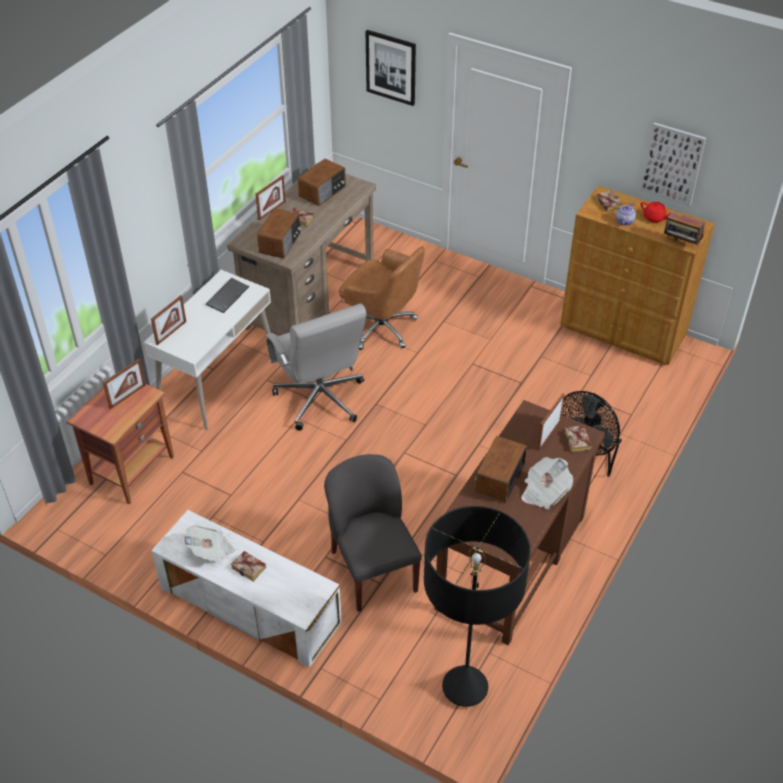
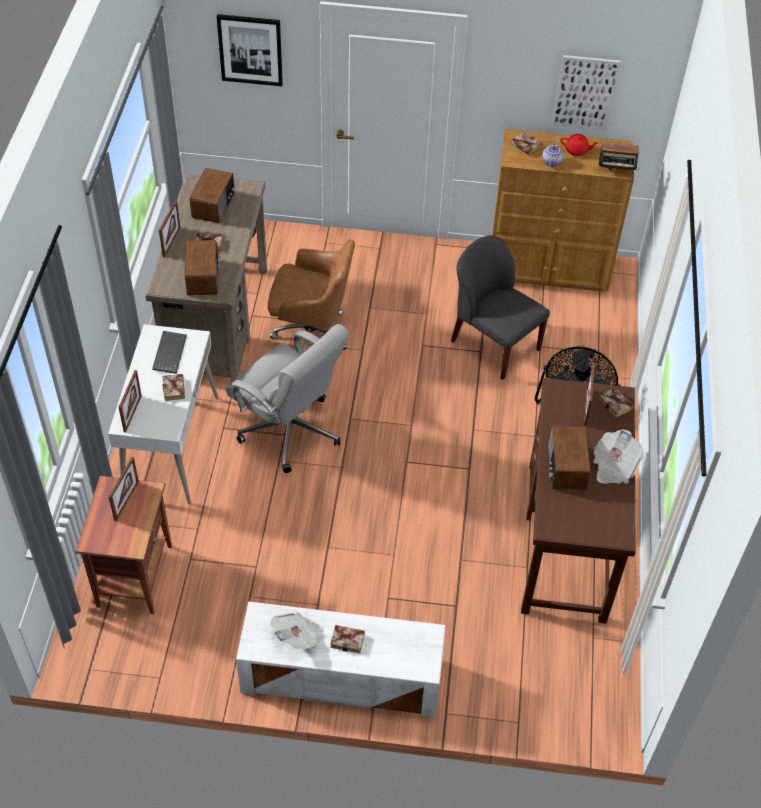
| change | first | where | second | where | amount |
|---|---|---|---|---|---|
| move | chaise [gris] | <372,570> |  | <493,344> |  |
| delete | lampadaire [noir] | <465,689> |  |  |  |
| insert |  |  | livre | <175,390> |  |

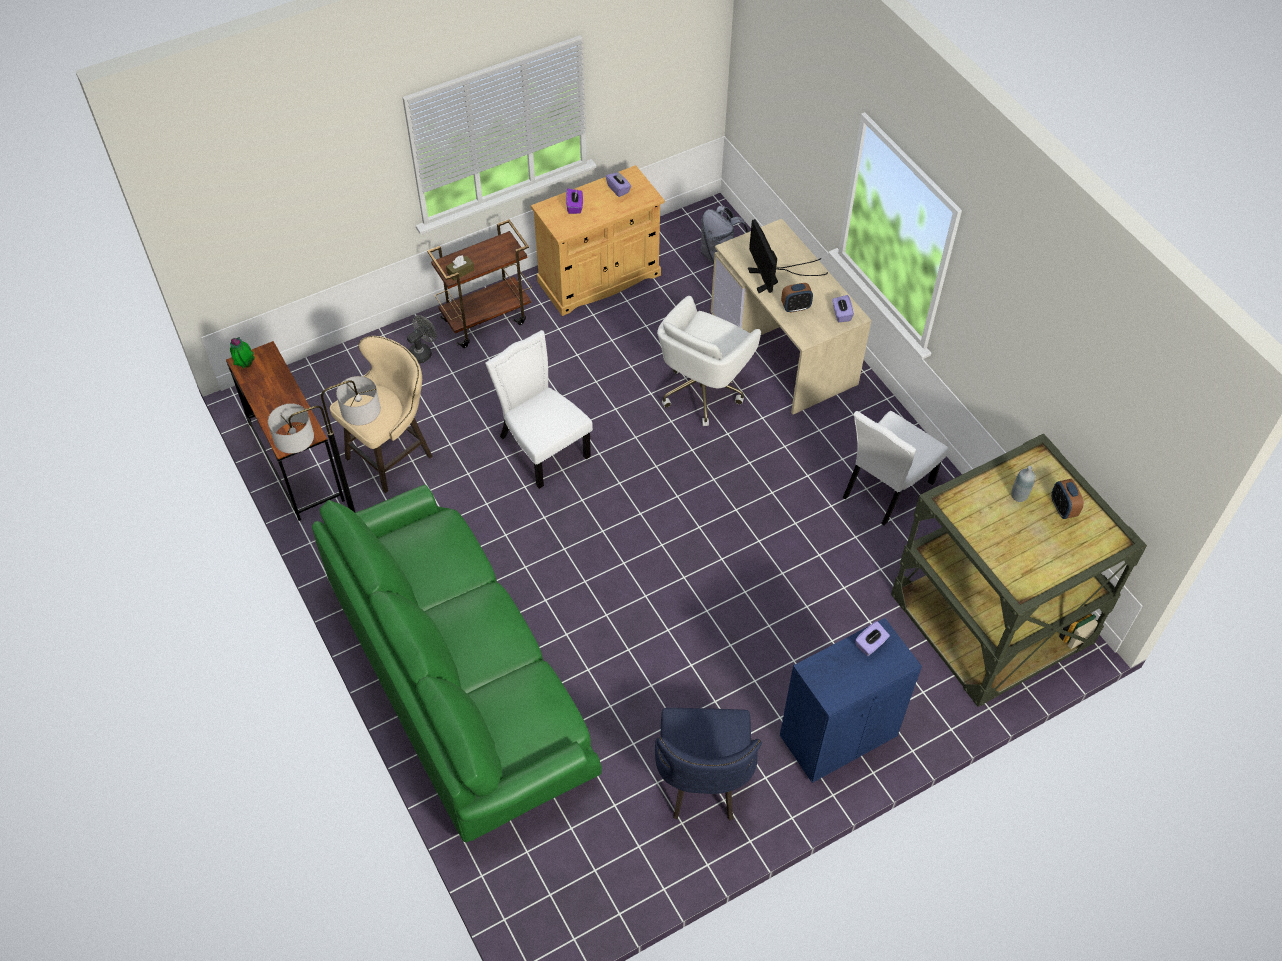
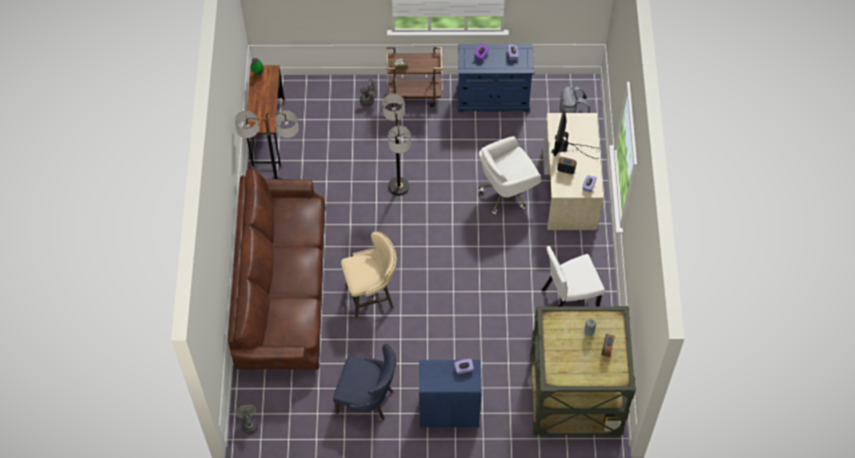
| change | first | where | second | where | amount |
|---|---|---|---|---|---|
| recolor | meuble de rangement [beige] | <599,278> | meuble de rangement [bleu] | <493,98> |  |
| replace | chaise [blanc] | <543,450> | lampadaire | <398,186> |  |
| move | tabouret [beige] | <392,455> |  | <372,296> |  |
| recolor | canapé [vert] | <460,681> | canapé [marron] | <282,290> |  |
| rotate | chaise [bleu] | <703,782> |  | <367,399> | 105 degrees counterclockwise |
| insert |  |  | ventilateur [gris] | <249,424> |  |

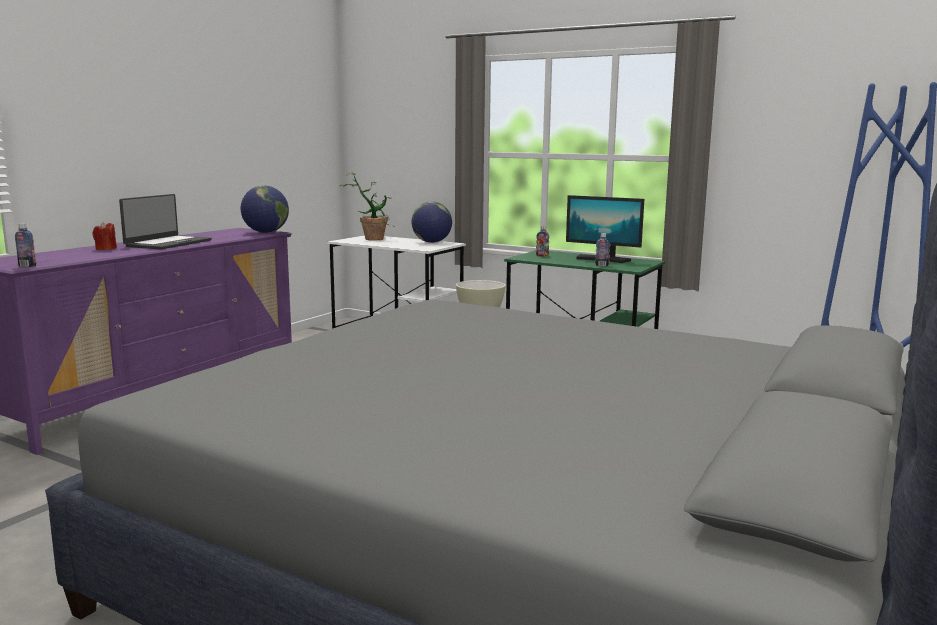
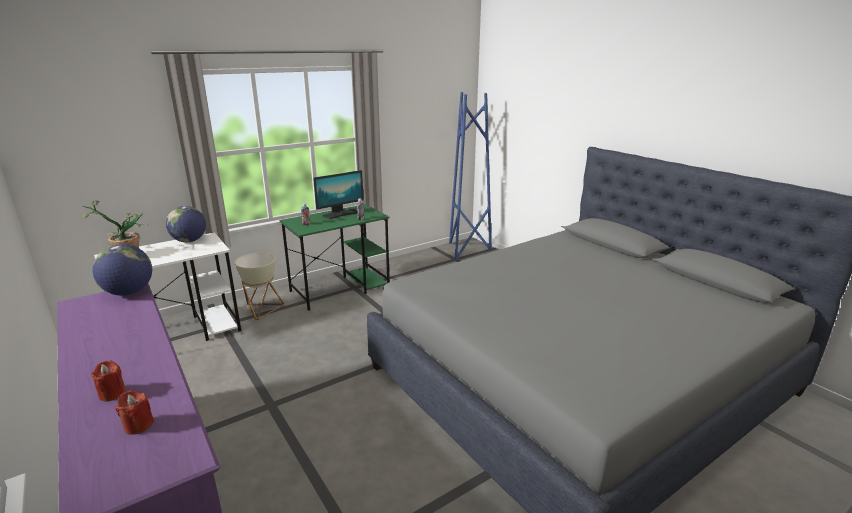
| change | first | where | second | where | amount |
|---|---|---|---|---|---|
| delete | ordinateur portable | <168,243> |  |  |  |
| delete | bouteille | <27,266> |  |  |  |
| insert |  |  | bougie [rouge] | <138,425> |  |

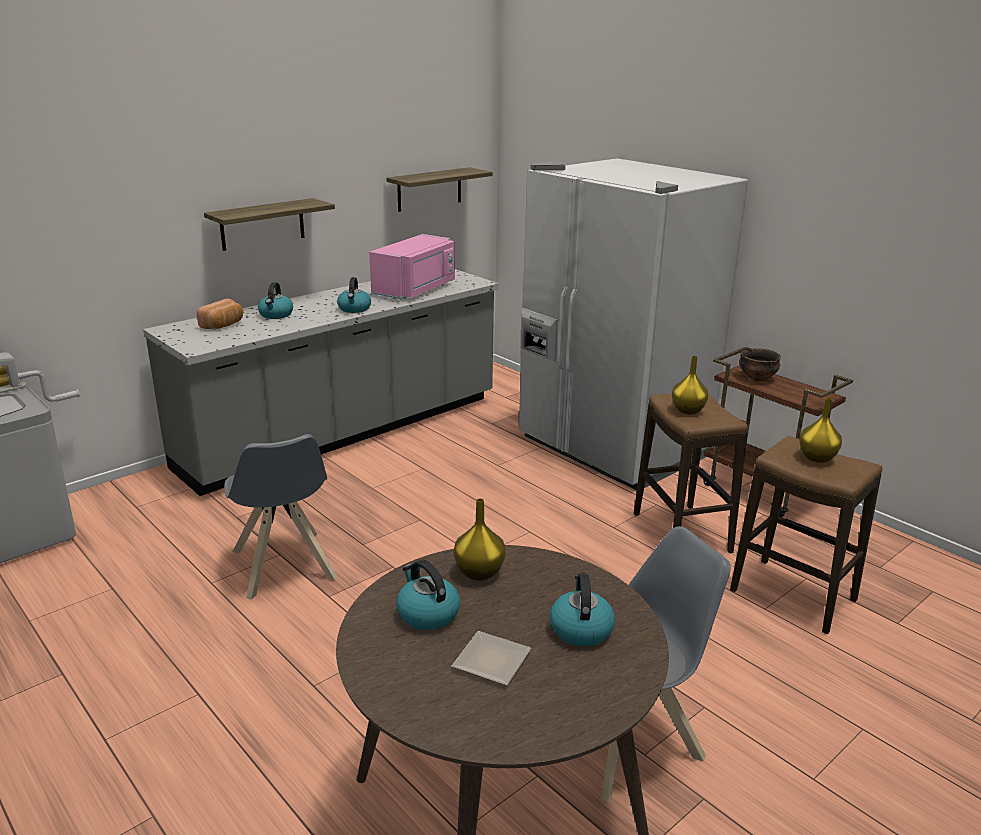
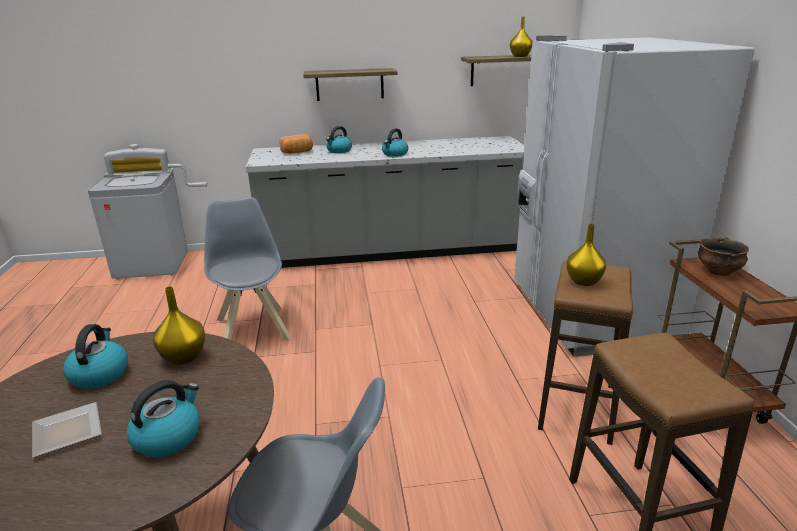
| change | first | where | second | where | amount |
|---|---|---|---|---|---|
| delete | micro-ondes [rose] | <416,289> |  |  |  |
| move | vase [jaune] | <817,457> |  | <520,56> |  |
| rotate | chaise [gris] | <284,567> |  | <253,328> | 150 degrees clockwise |

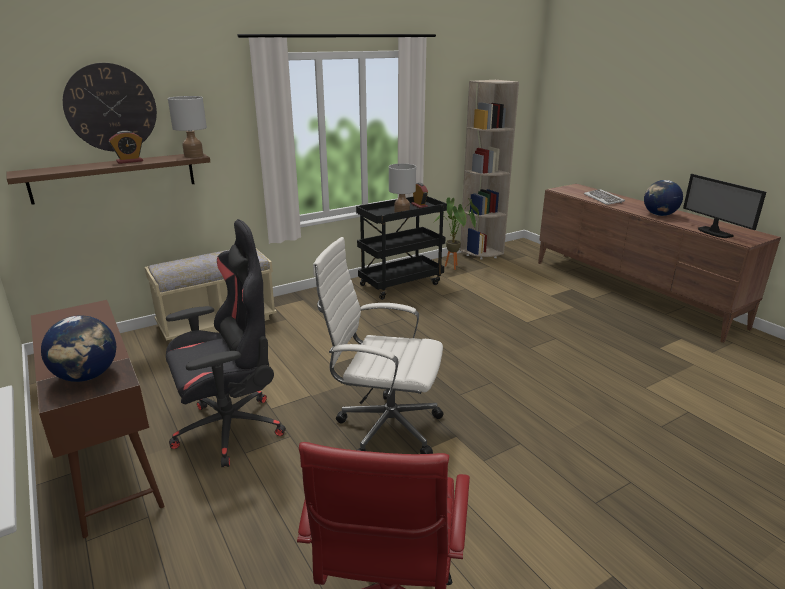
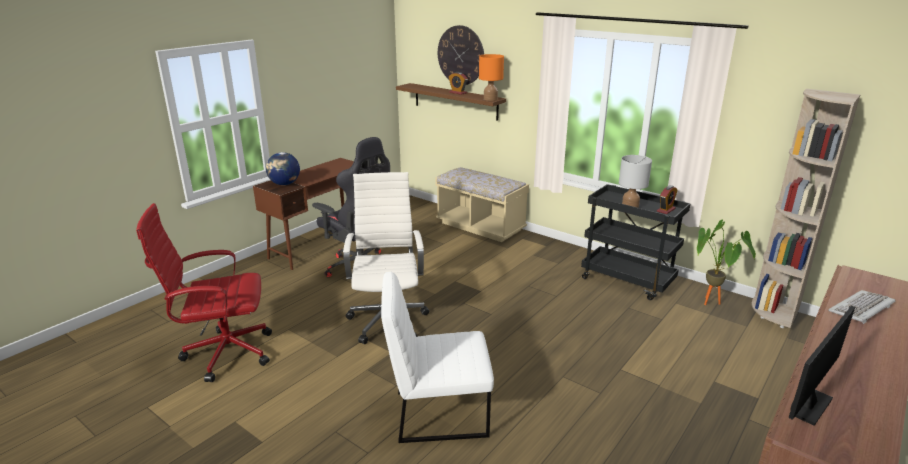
| change | first | where | second | where | amount |
|---|---|---|---|---|---|
| recolor | lampe de table [gris] | <194,156> | lampe de table [orange] | <490,99> |  |
| delete | globe | <659,215> |  |  |  |
| insert |  |  | chaise [blanc] | <438,413> |  |

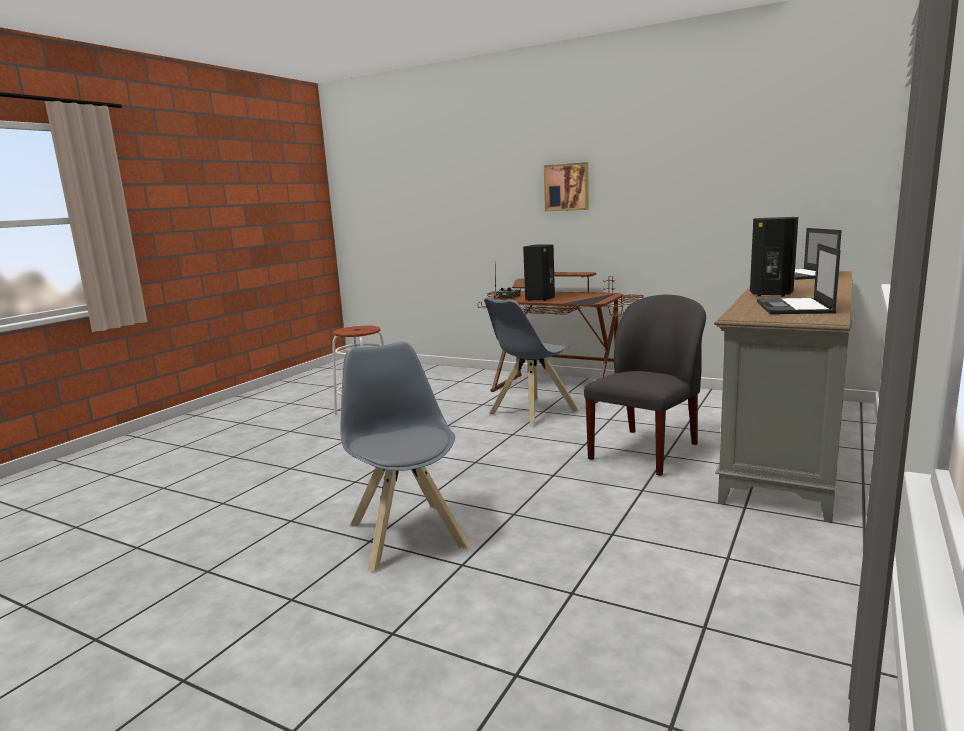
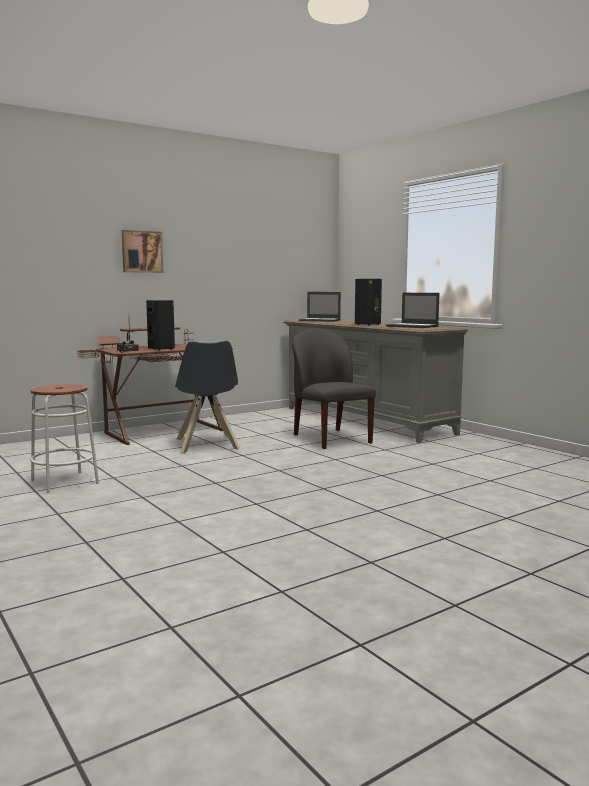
| change | first | where | second | where | amount |
|---|---|---|---|---|---|
| delete | chaise [gris] | <406,533> |  |  |  |

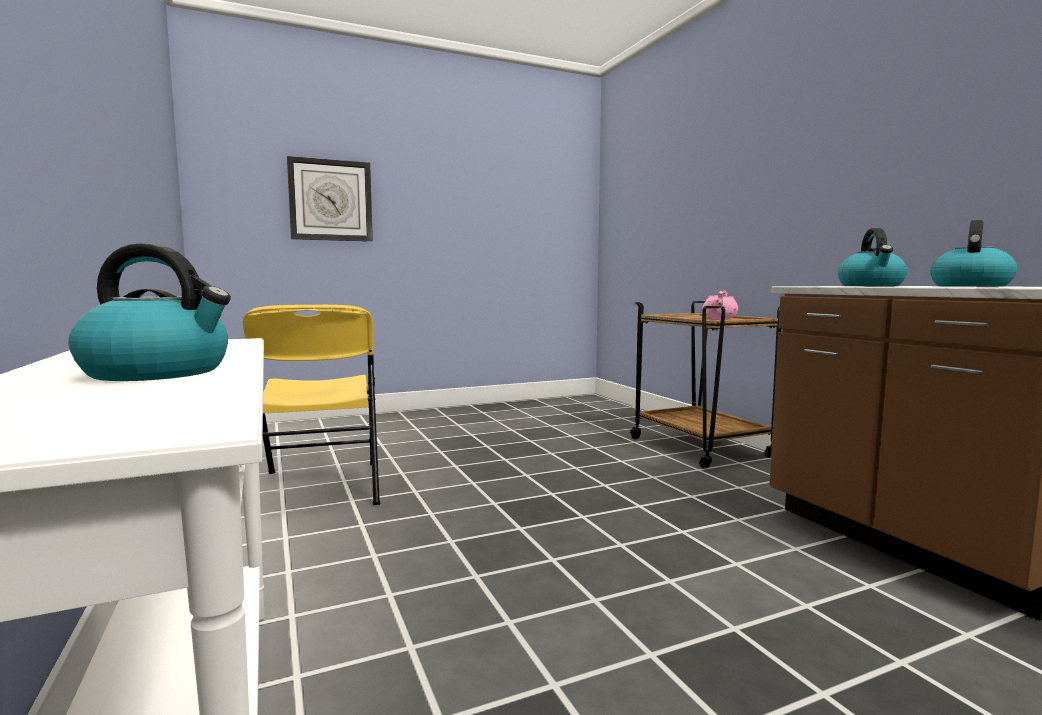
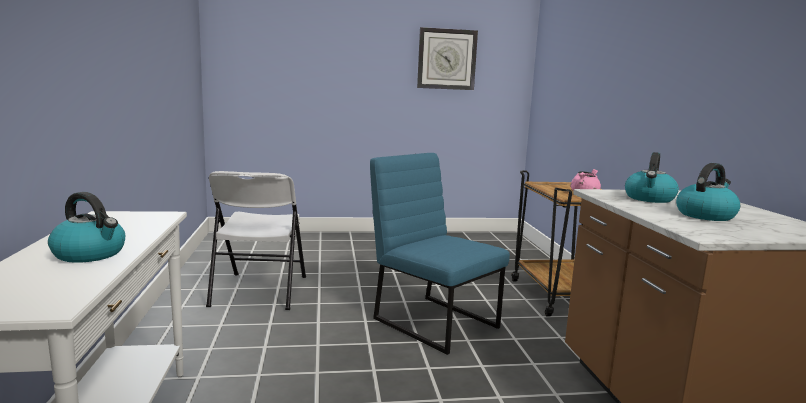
| change | first | where | second | where | amount |
|---|---|---|---|---|---|
| move | horloge murale | <330,200> |  | <446,59> |  |
| recolor | chaise [jaune] | <319,488> | chaise [blanc] | <259,291> |  |
| insert |  |  | chaise [bleu] | <433,321> |  |

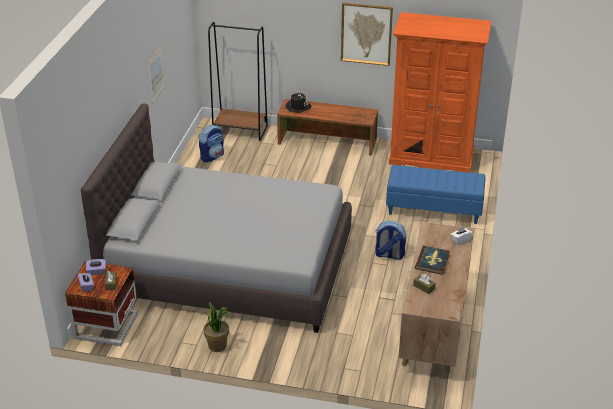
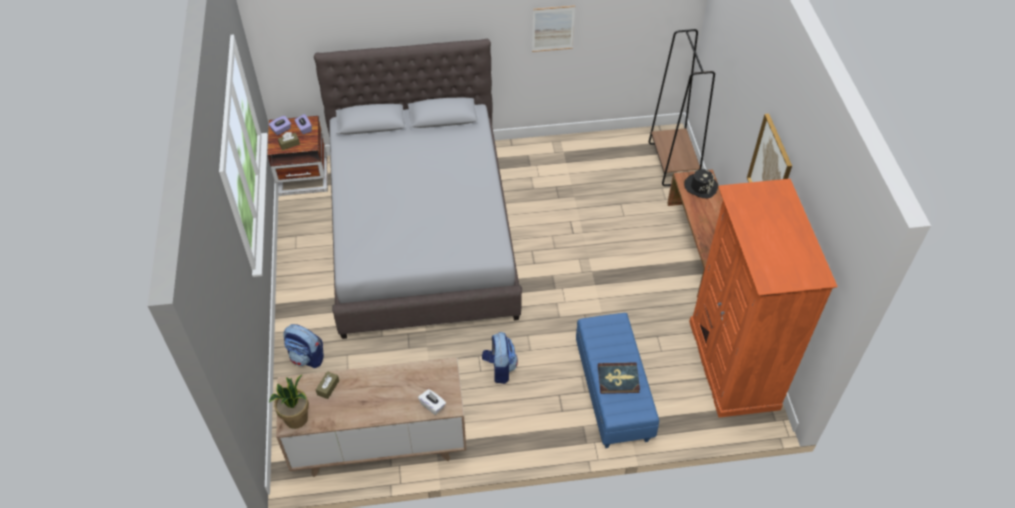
| change | first | where | second | where | amount |
|---|---|---|---|---|---|
| move | sac à dos | <212,156> |  | <307,357> |  |
| move | livre | <432,261> |  | <618,379> |  |
| move | plante en pot | <218,345> |  | <296,419> |  |

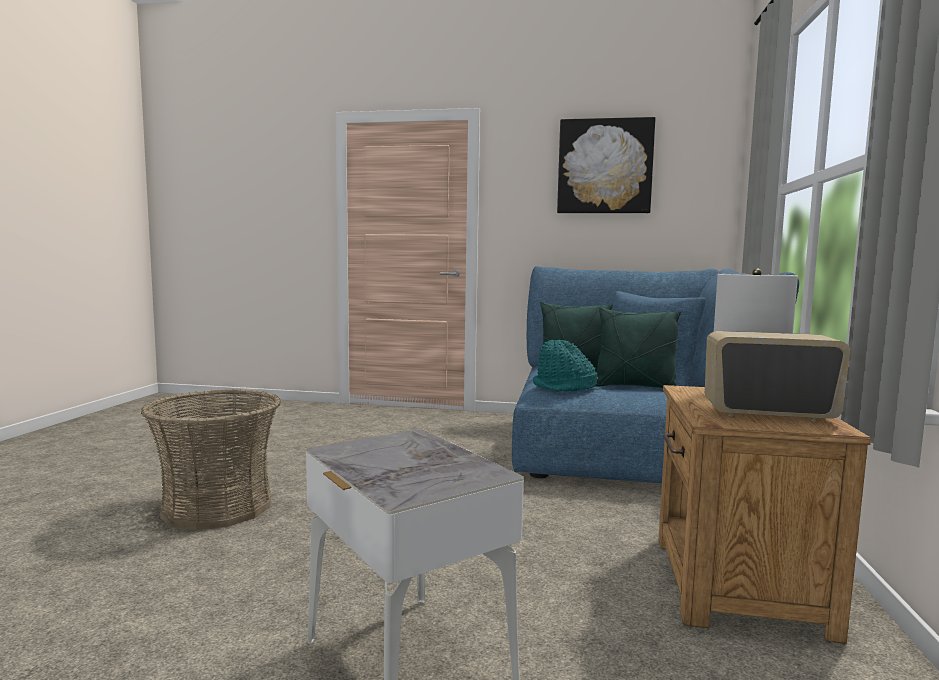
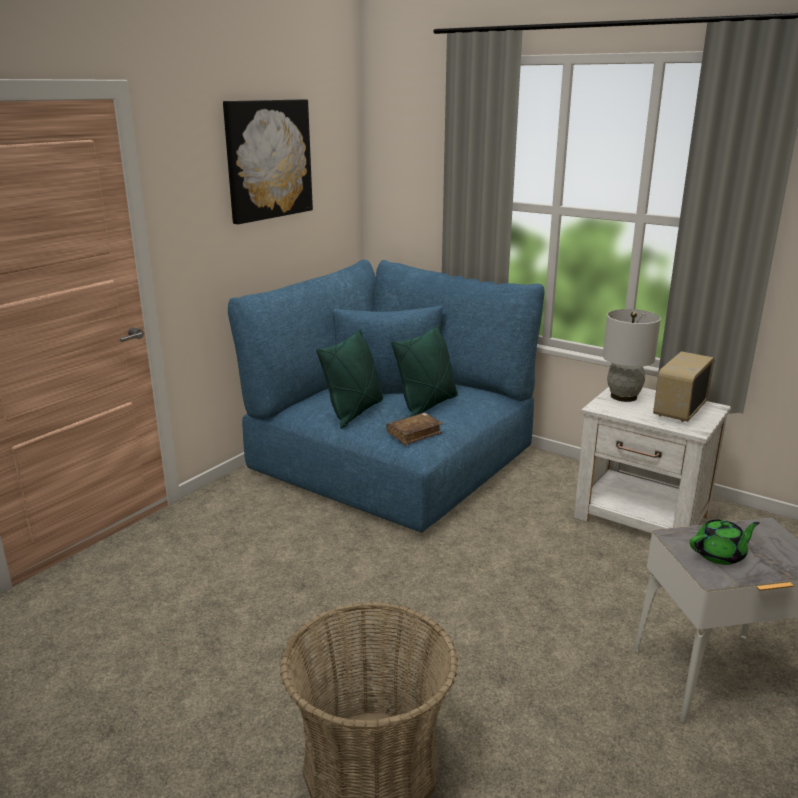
| change | first | where | second | where | amount |
|---|---|---|---|---|---|
| replace | chapeau [turquoise] | <563,387> | livre [marron] | <414,434> |  |
| recolor | table de chevet [marron] | <736,585> | table de chevet [blanc] | <642,517> |  |
| insert |  |  | théière [vert] | <720,555> |  |

